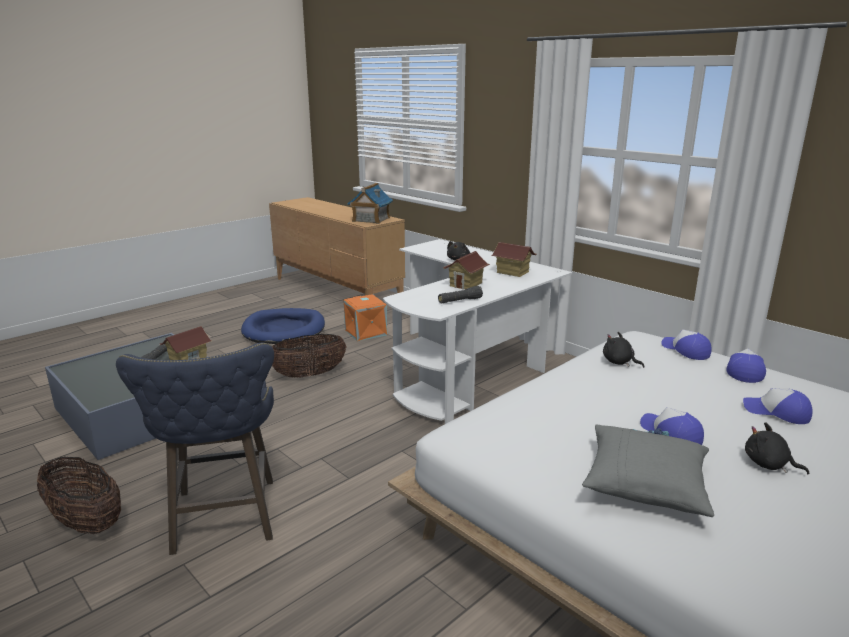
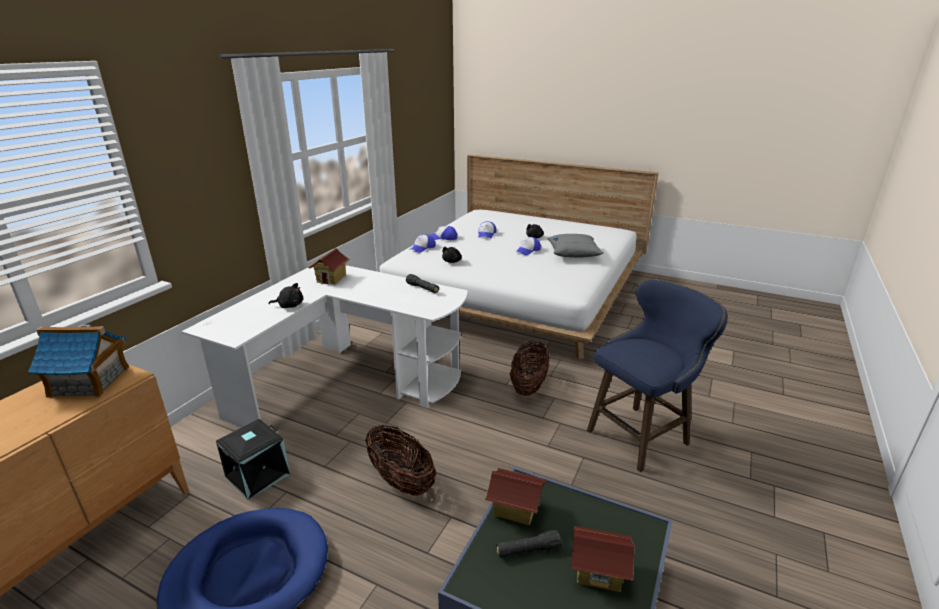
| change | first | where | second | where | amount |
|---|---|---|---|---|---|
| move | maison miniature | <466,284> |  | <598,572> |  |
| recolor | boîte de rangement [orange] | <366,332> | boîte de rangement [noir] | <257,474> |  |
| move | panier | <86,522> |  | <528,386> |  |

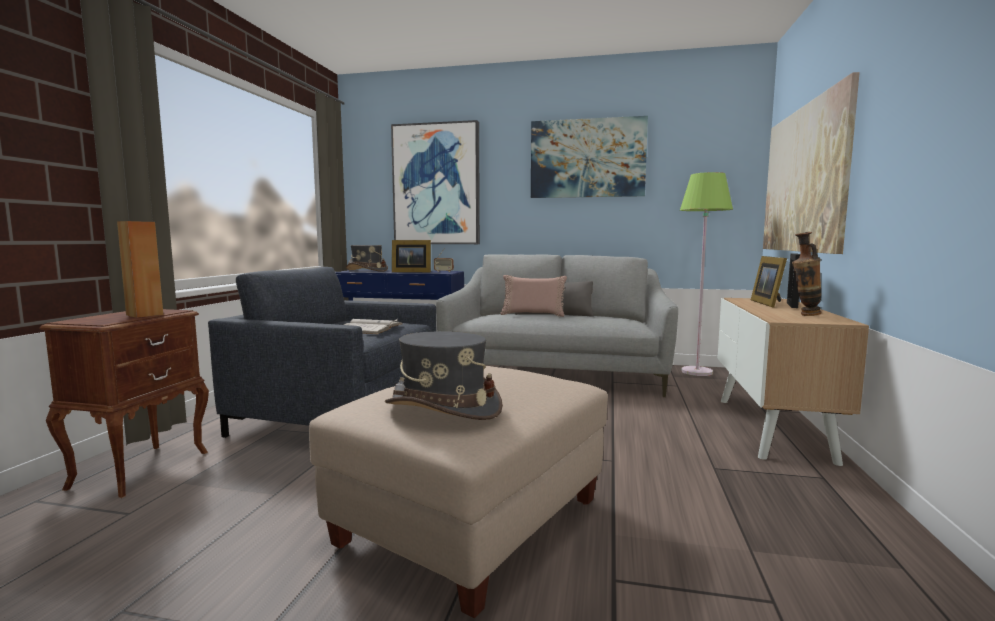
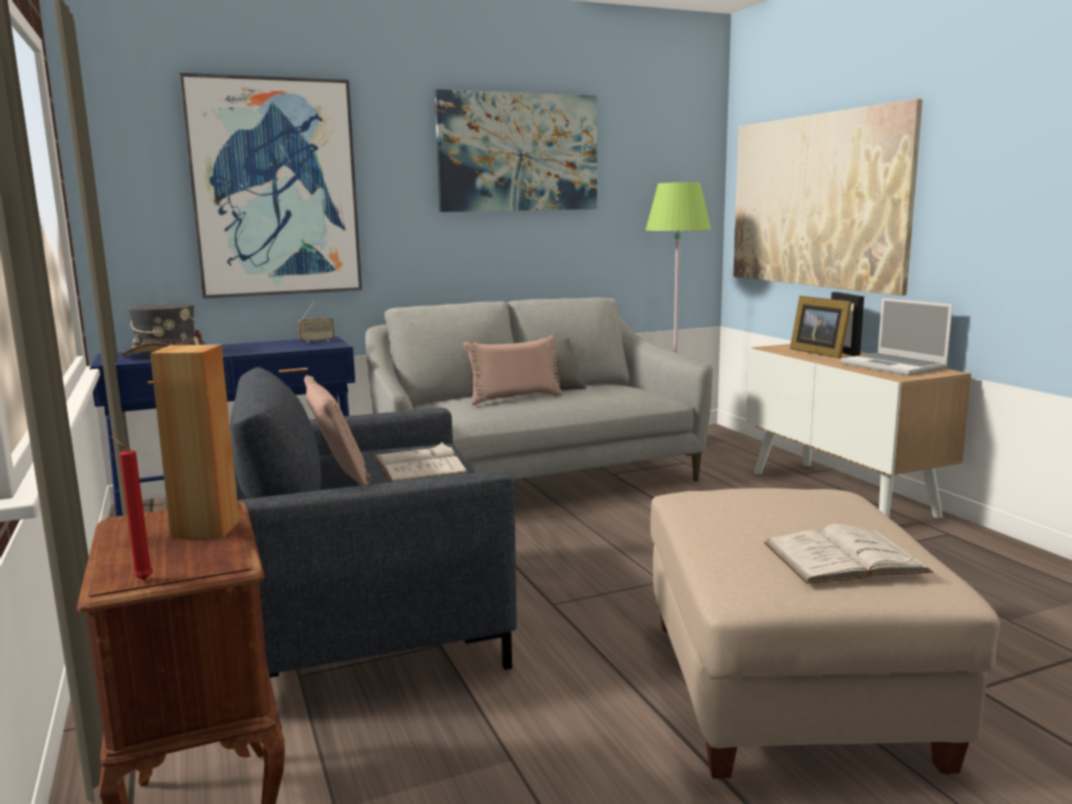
| change | first | where | second | where | amount |
|---|---|---|---|---|---|
| replace | vase | <804,315> | ordinateur portable | <895,366> |  |
| delete | cadre photo | <410,272> |  |  |  |
| replace | chapeau [gris] | <443,408> | livre [blanc] | <844,557> |  |
| insert |  |  | coussin [beige] | <337,469> |  |
| insert |  |  | bougie [rouge] | <141,579> |  |

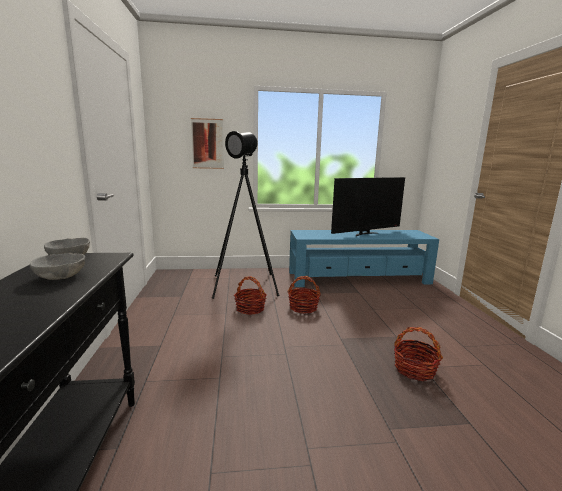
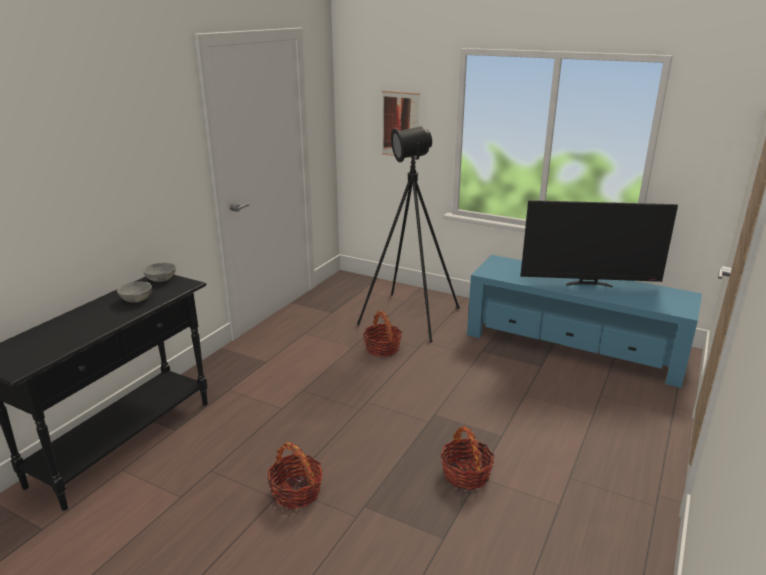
| change | first | where | second | where | amount |
|---|---|---|---|---|---|
| move | panier | <303,308> |  | <296,492> |  |

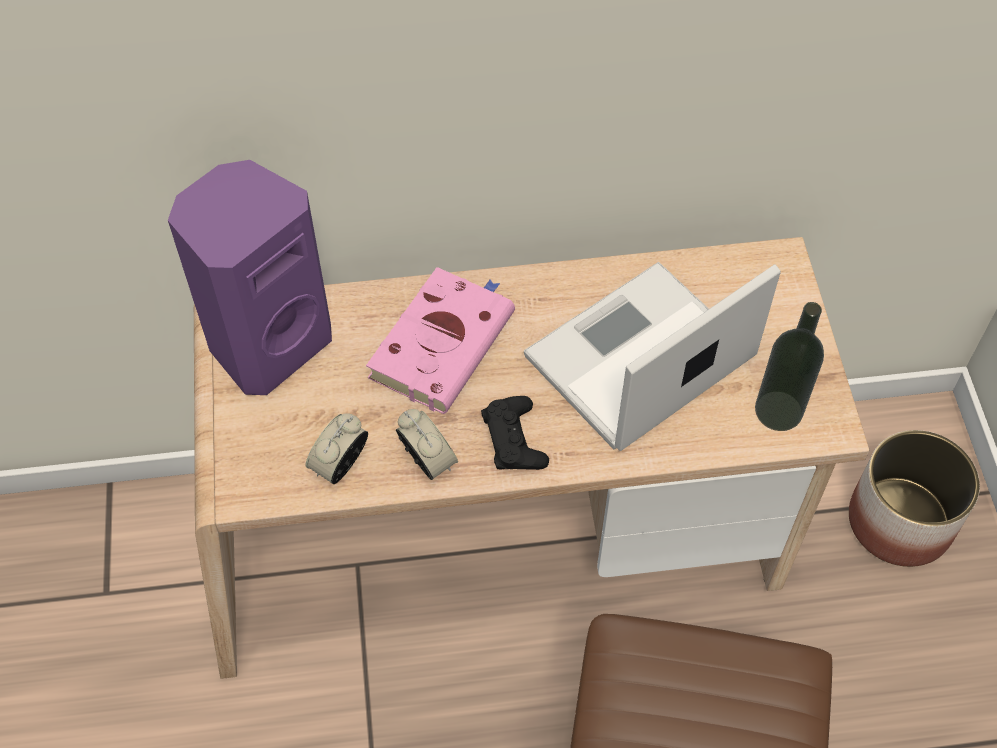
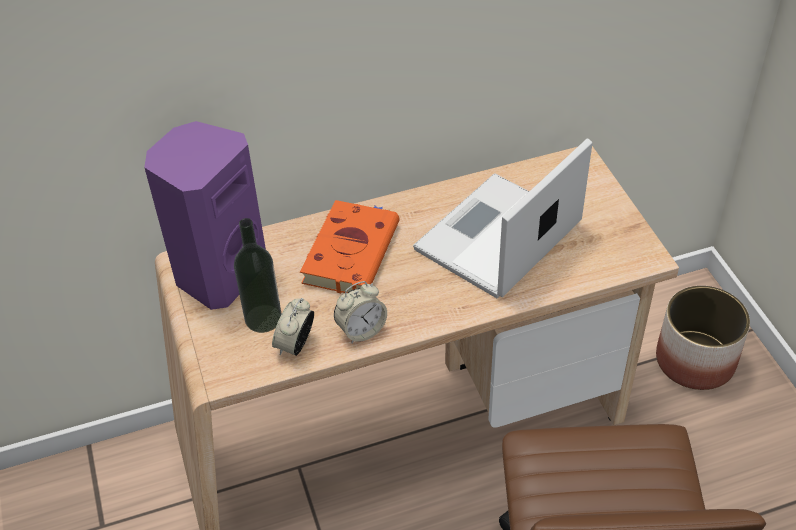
| change | first | where | second | where | amount |
|---|---|---|---|---|---|
| recolor | livre [rose] | <443,342> | livre [orange] | <351,251> |  |
| move | bouteille | <778,411> |  | <263,318> |  |
| delete | manette [noir] | <514,439> |  |  |  |
| rotate | réveil | <428,461> |  | <361,330> | 105 degrees clockwise |

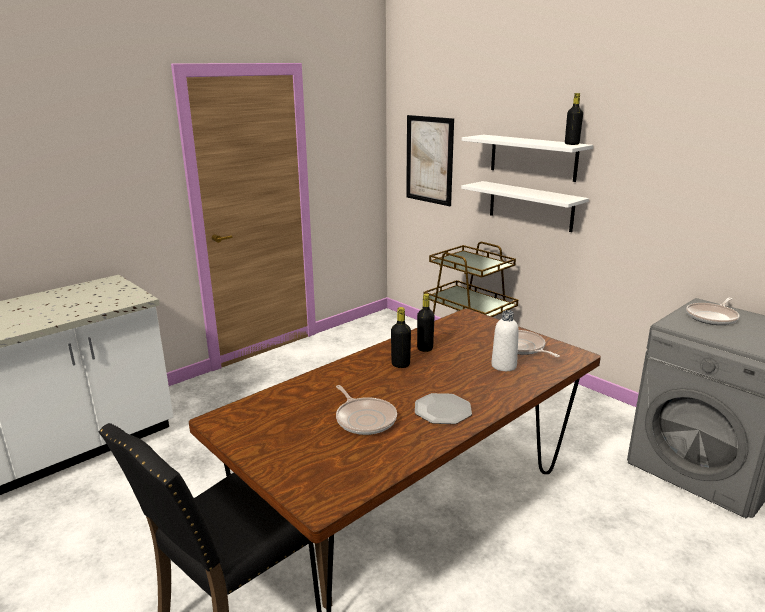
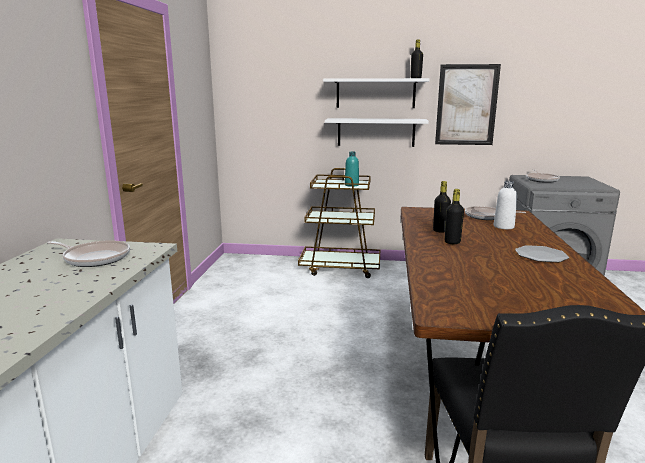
| change | first | where | second | where | amount |
|---|---|---|---|---|---|
| move | tableau | <429,160> |  | <466,105> |  |
| move | poêle | <364,419> |  | <95,258> |  |
| insert |  |  | bouteille [turquoise] | <351,185> |  |

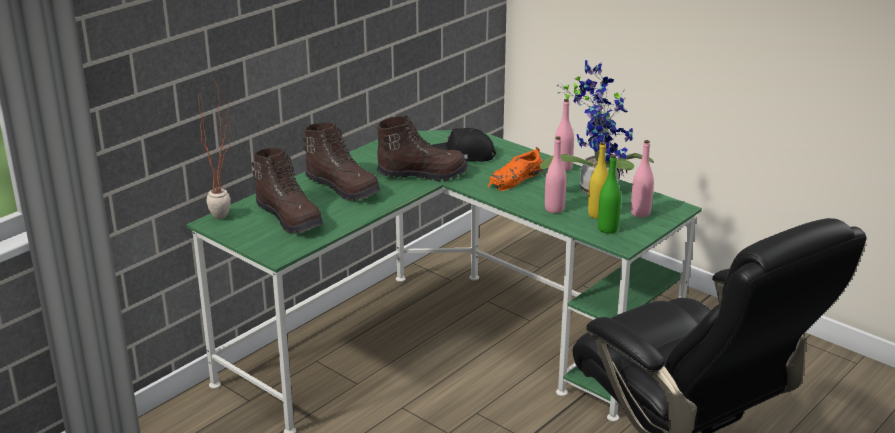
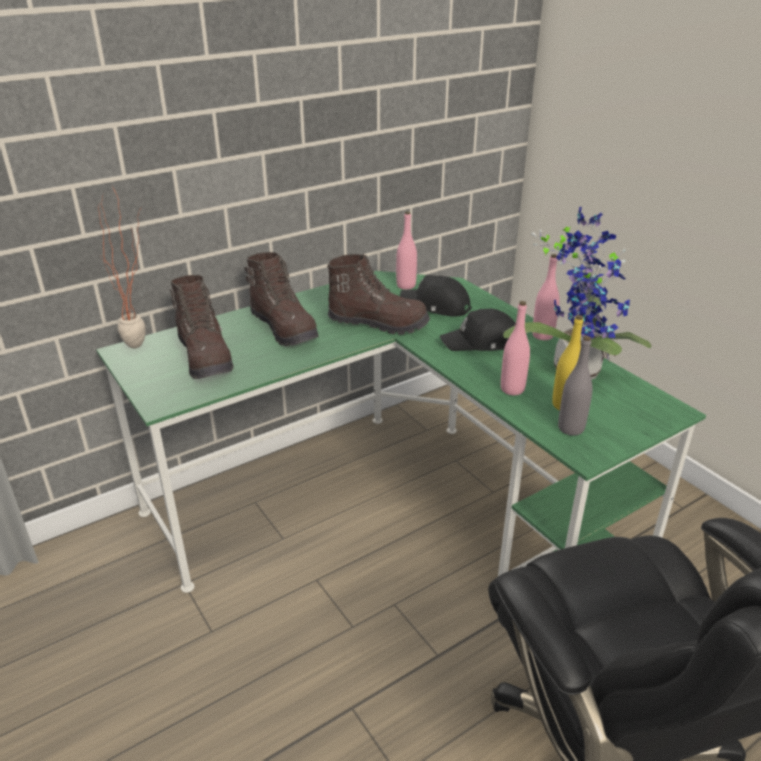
| change | first | where | second | where | amount |
|---|---|---|---|---|---|
| move | bouteille [rose] | <640,213> |  | <406,285> |  |
| replace | chaussure [orange] | <515,179> | casquette [noir] | <481,342> |  |
| recolor | bouteille [vert] | <607,229> | bouteille [gris] | <571,428> |  |

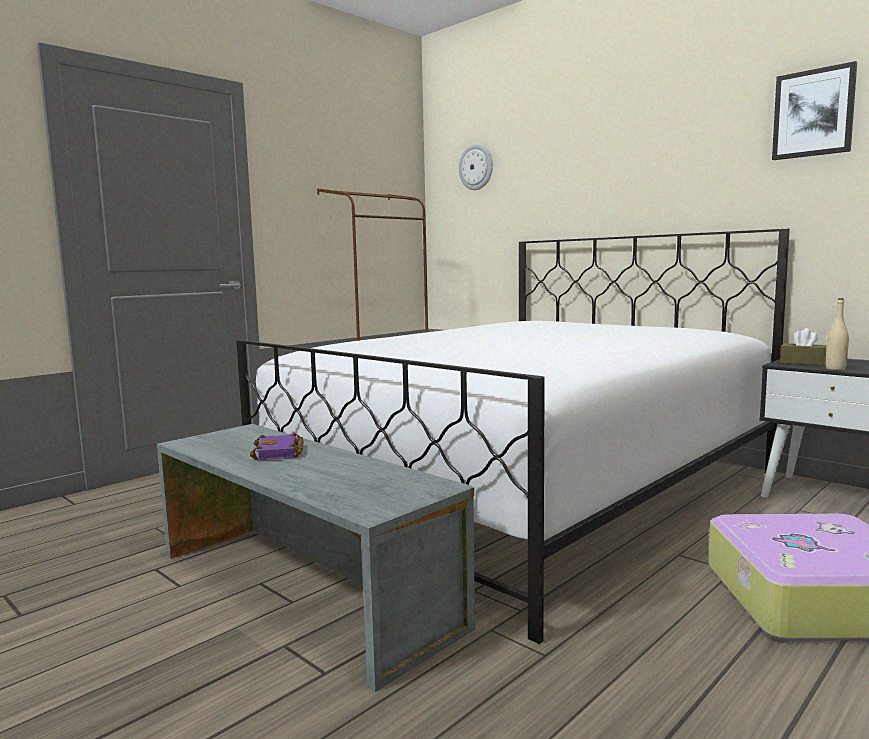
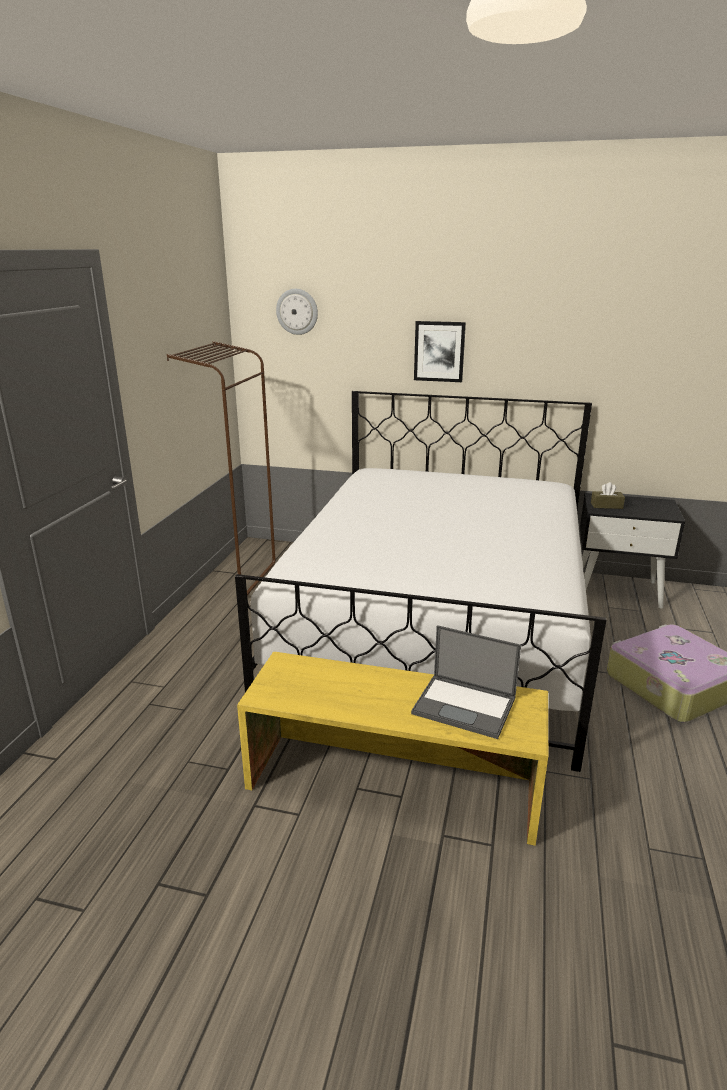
| change | first | where | second | where | amount |
|---|---|---|---|---|---|
| move | tableau | <813,113> |  | <439,351> |  |
| delete | bouteille [beige] | <835,369> |  |  |  |
| recolor | banc [gris] | <306,588> | banc [jaune] | <395,780> |  |
| delete | livre [violet] | <280,453> |  |  |  |
| insert |  |  | ordinateur portable | <465,706> |  |

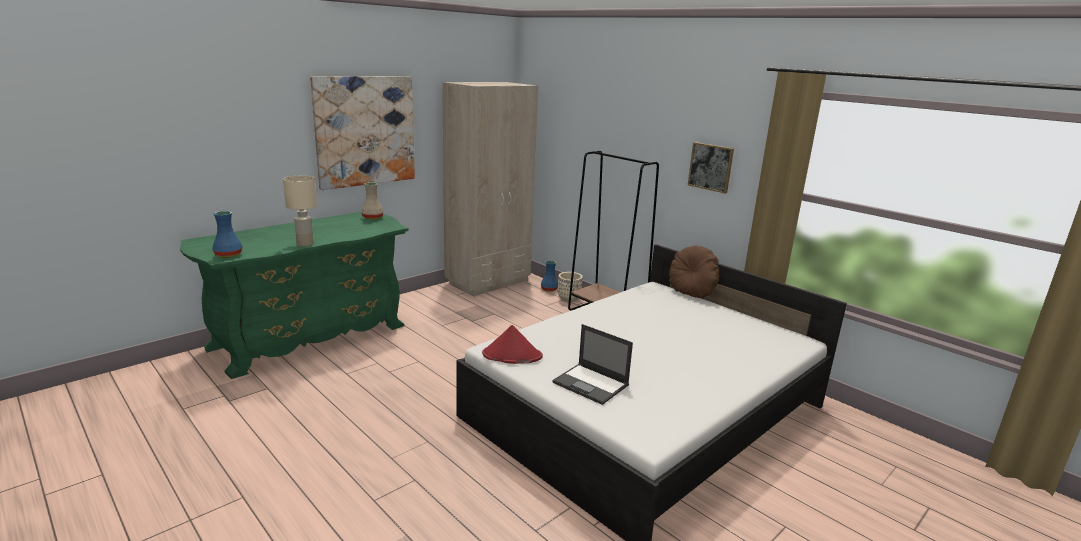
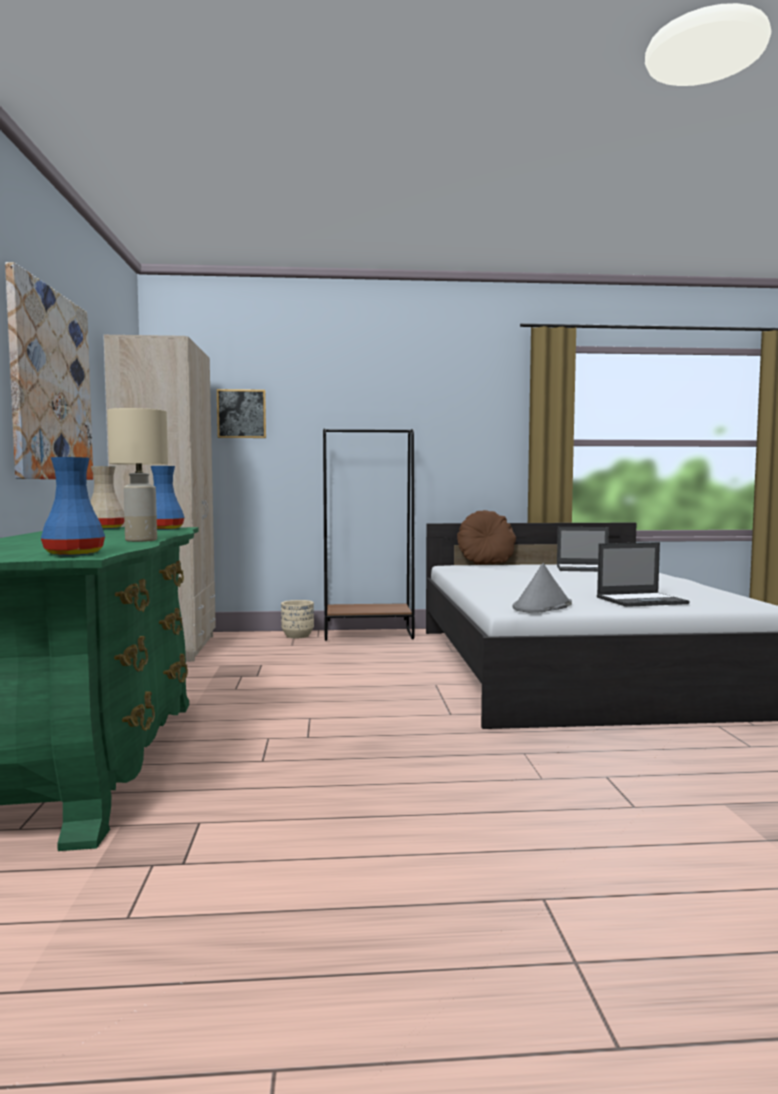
| change | first | where | second | where | amount |
|---|---|---|---|---|---|
| move | tableau | <710,167> |  | <241,414> |  |
| move | vase [bleu] | <549,289> |  | <165,529> |  |
| recolor | chapeau [rouge] | <512,355> | chapeau [gris] | <542,606> |  |
| insert |  |  | ordinateur portable | <584,569> |  |

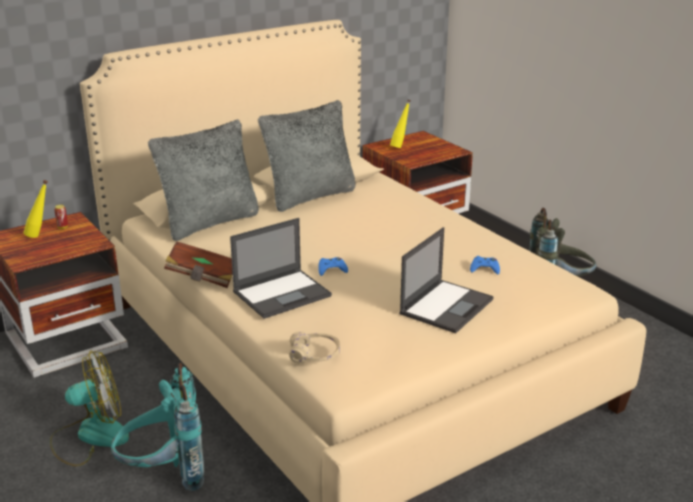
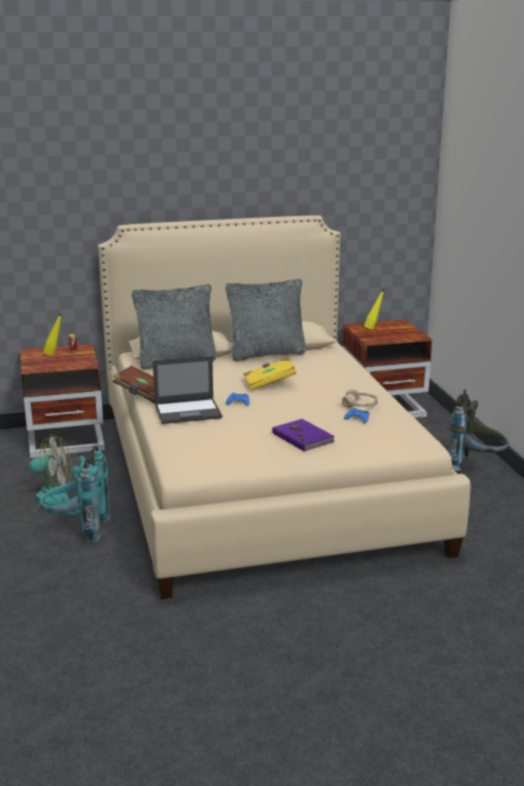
| change | first | where | second | where | amount |
|---|---|---|---|---|---|
| replace | ordinateur portable | <447,306> | livre [violet] | <303,437> |  |
| move | casque audio [beige] | <314,355> |  | <360,405> |  |
| insert |  |  | livre [jaune] | <269,384> |  |

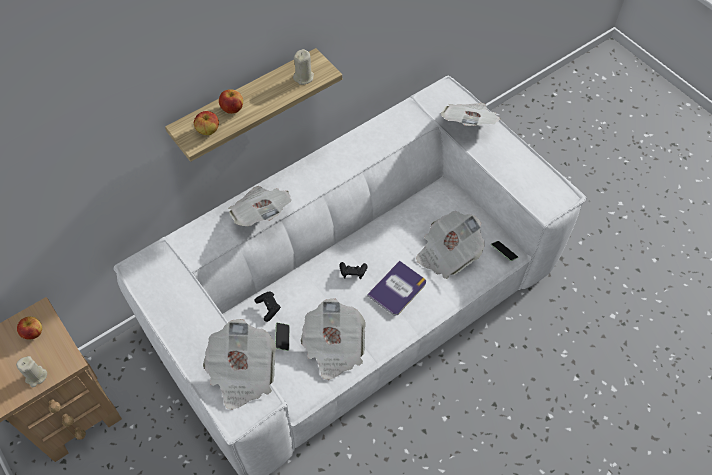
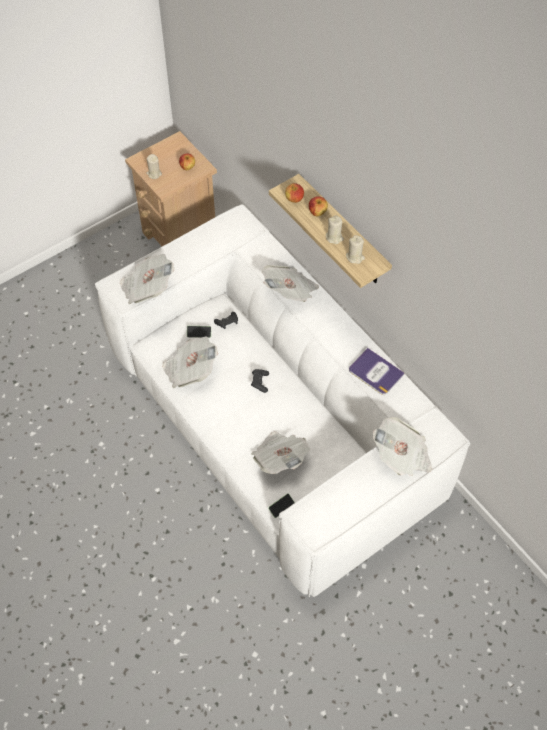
| change | first | where | second | where | amount |
|---|---|---|---|---|---|
| move | livre | <397,289> |  | <375,372> |  |
| insert |  |  | bougie [beige] | <334,237> |  |

